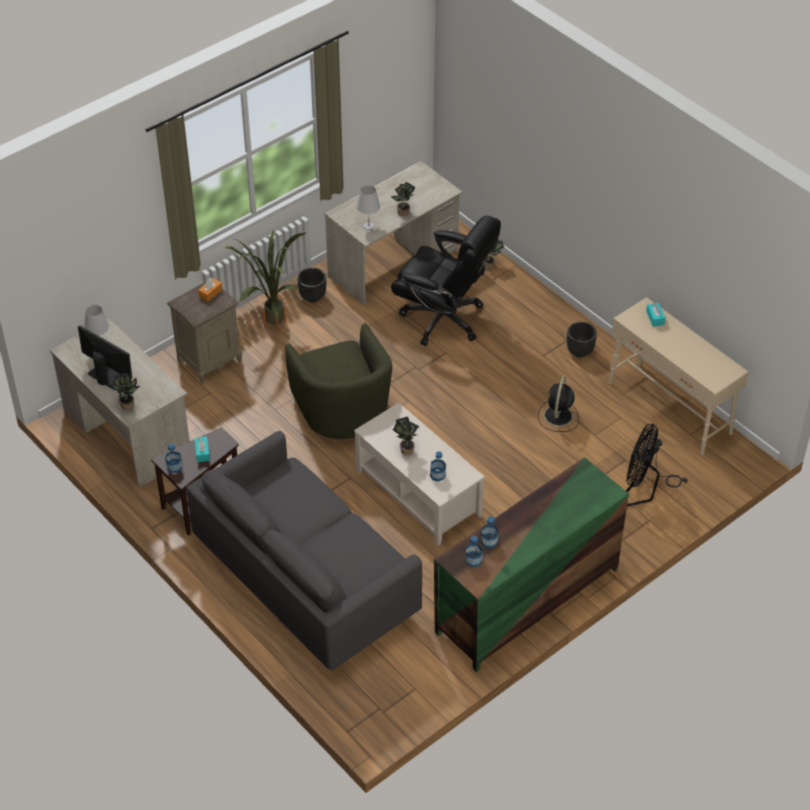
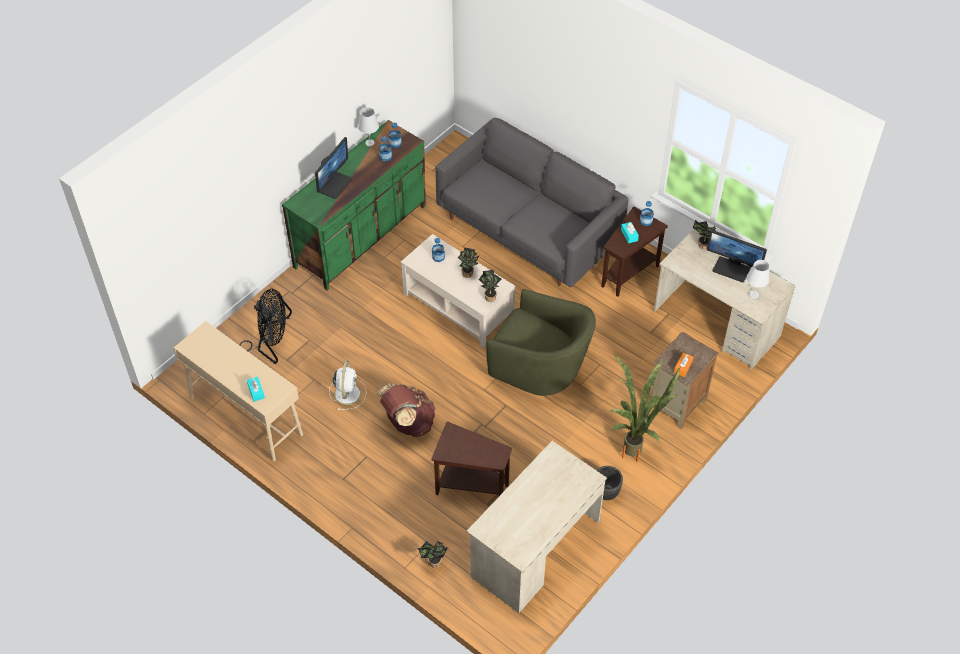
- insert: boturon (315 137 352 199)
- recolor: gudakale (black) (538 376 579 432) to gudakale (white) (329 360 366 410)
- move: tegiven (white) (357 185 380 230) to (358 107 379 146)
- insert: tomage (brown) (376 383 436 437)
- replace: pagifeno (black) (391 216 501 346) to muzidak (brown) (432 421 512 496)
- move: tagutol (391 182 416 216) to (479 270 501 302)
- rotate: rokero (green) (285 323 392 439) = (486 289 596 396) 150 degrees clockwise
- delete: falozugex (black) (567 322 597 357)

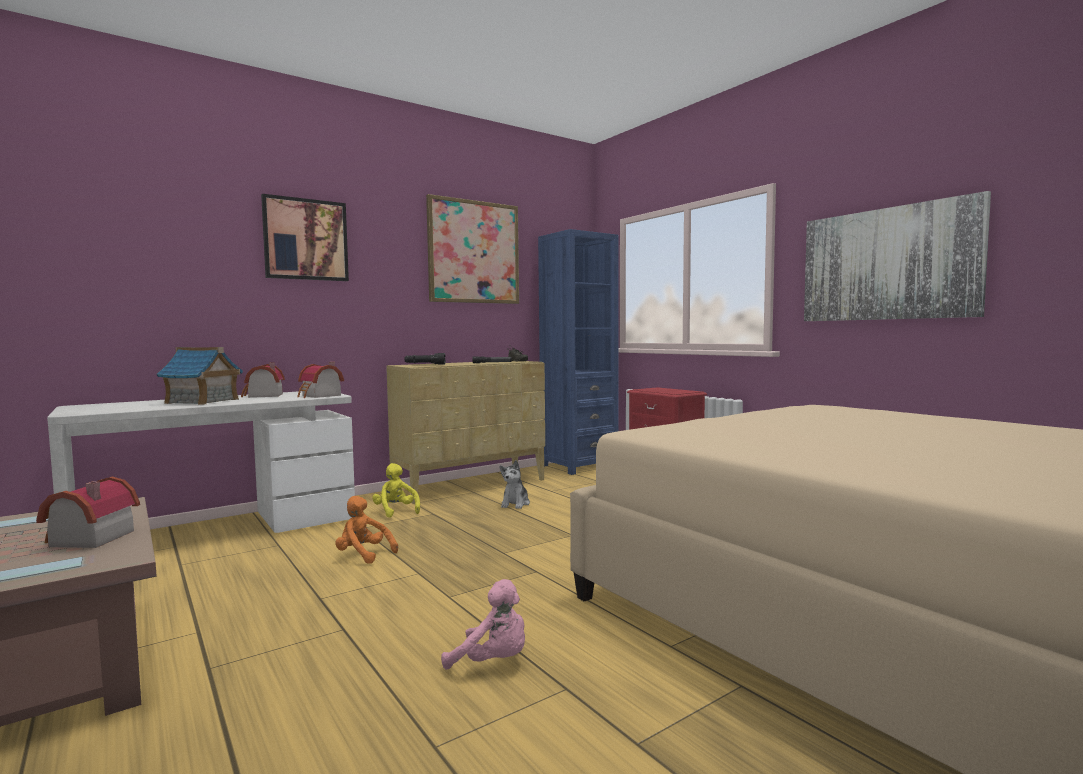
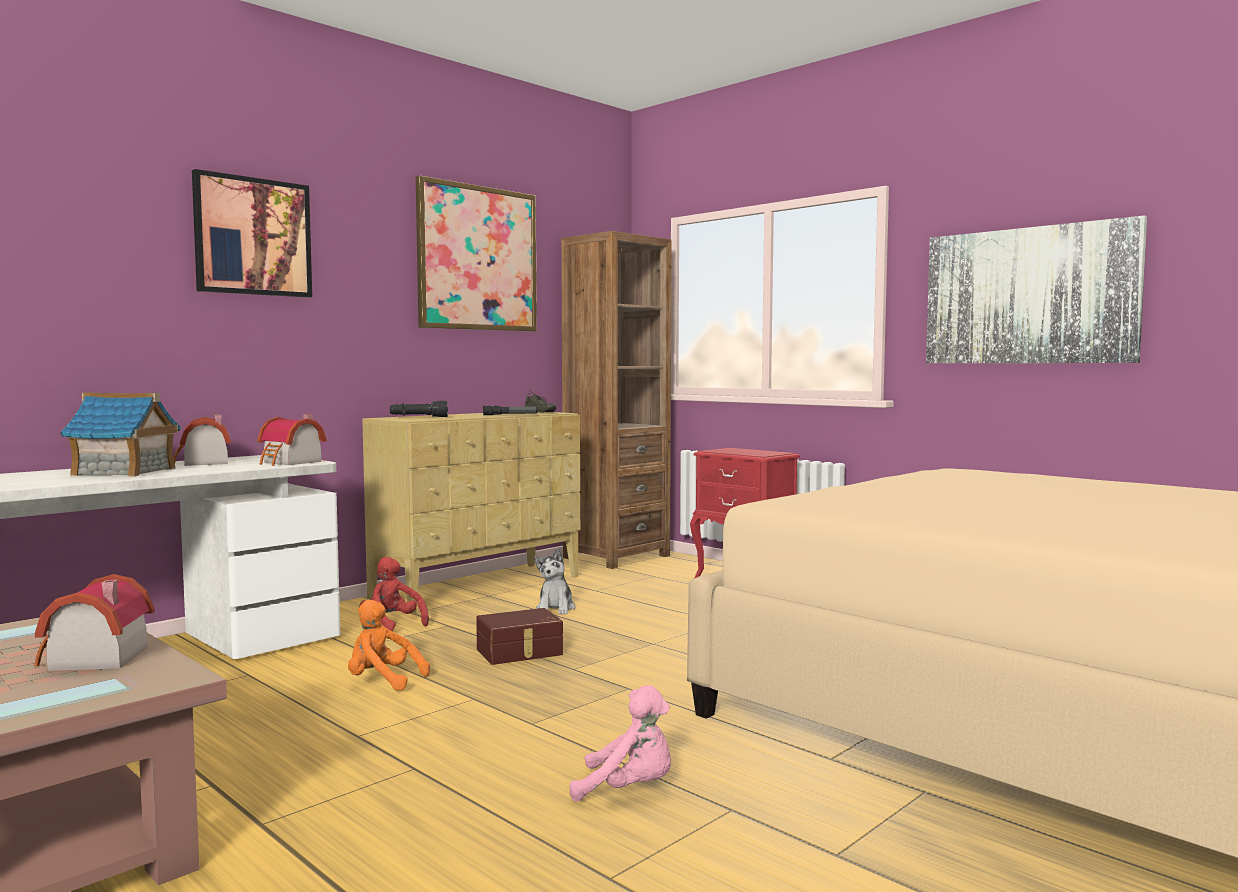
- recolor: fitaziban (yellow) (372 463 420 518) to fitaziban (red) (359 557 429 631)
- insert: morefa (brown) (476 608 563 665)
- recolor: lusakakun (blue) (538 229 619 475) to lusakakun (brown) (561 231 672 569)

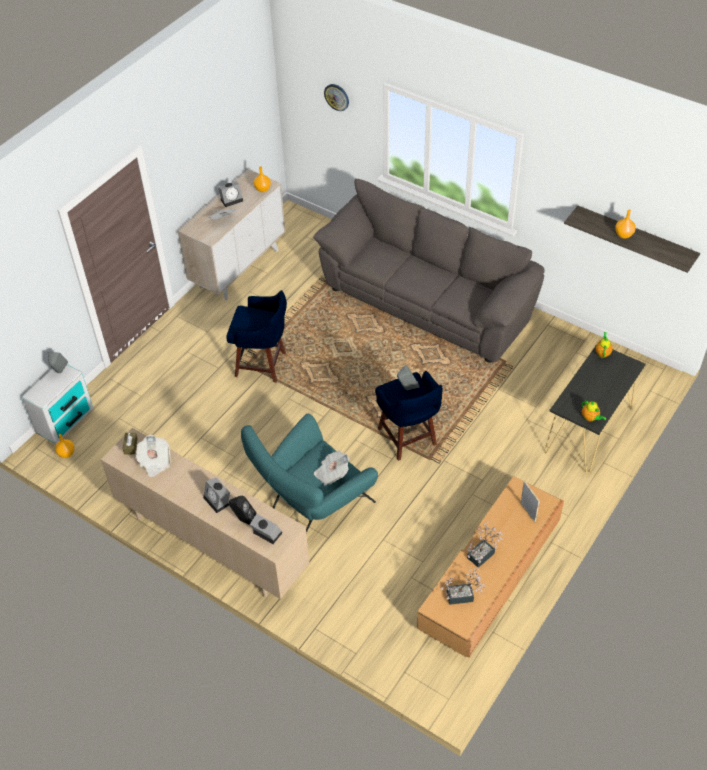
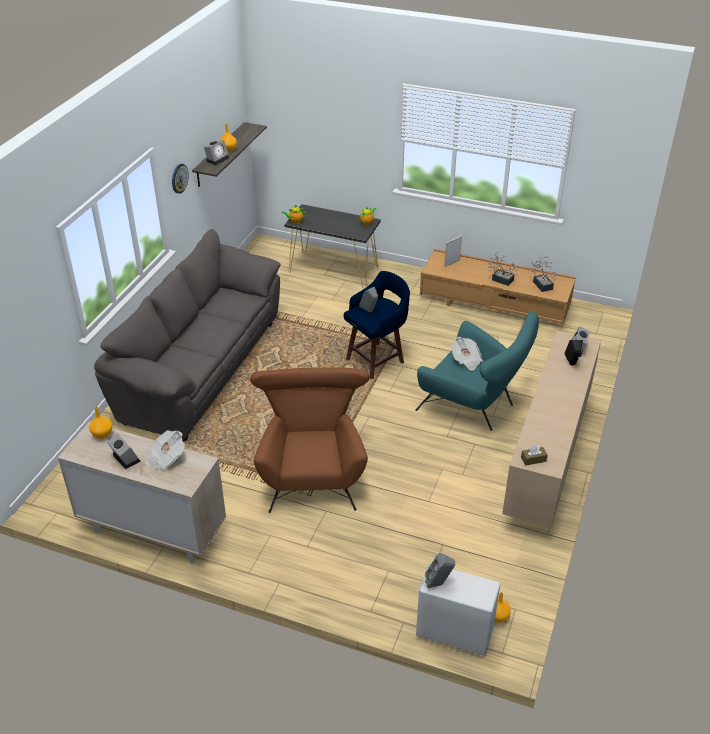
- move: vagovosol (324 84 349 111) to (172 164 189 194)
- move: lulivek (203 477 230 513) to (204 140 229 165)
- replace: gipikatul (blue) (226 290 287 383) to rokero (brown) (250 367 370 513)
- delete: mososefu (136 435 171 477)

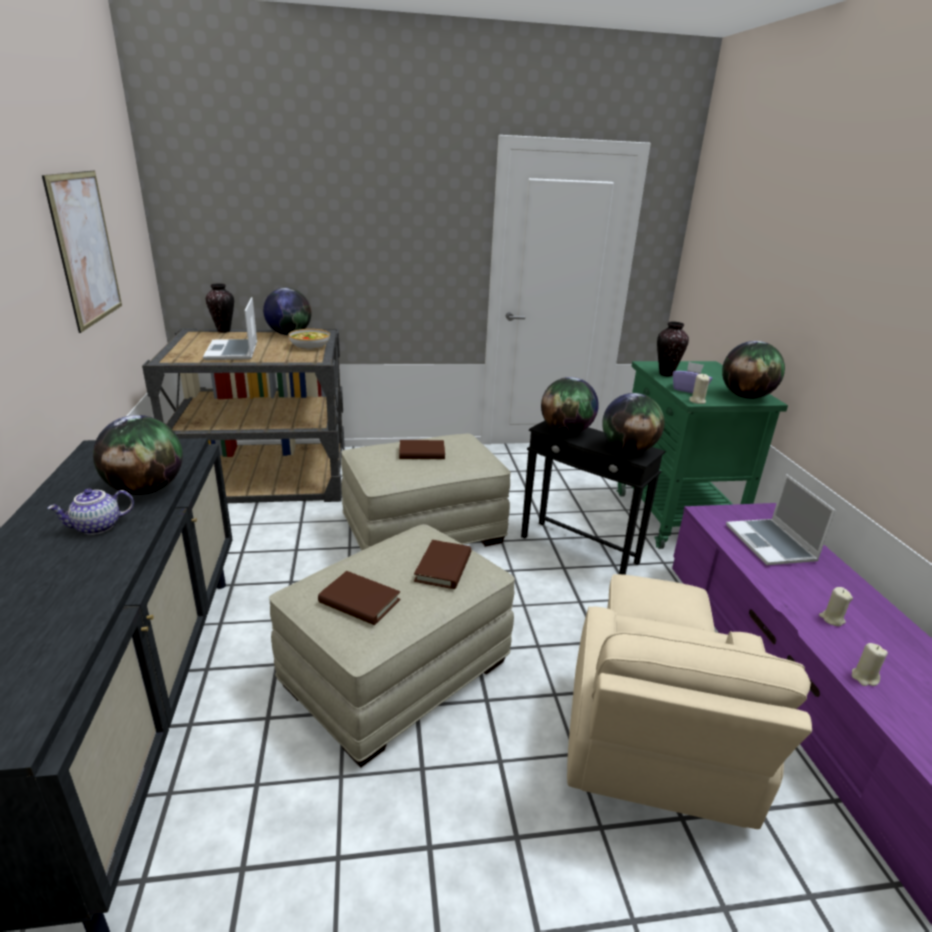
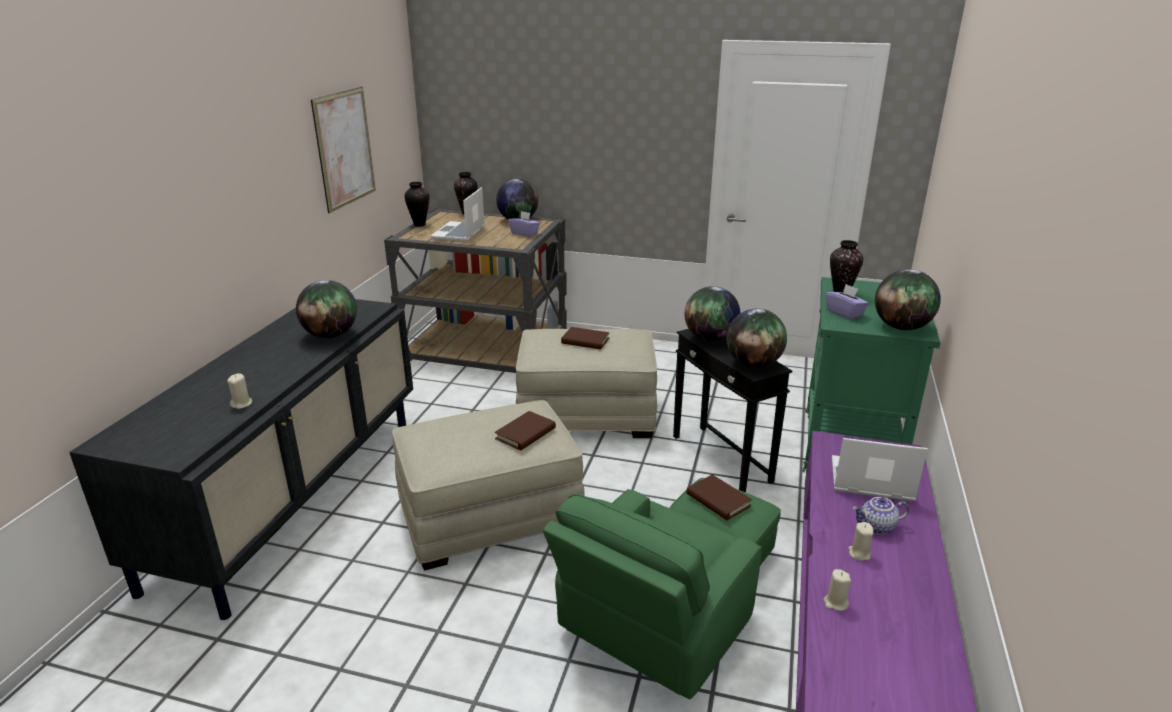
- move: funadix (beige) (689 374 710 404) to (227 373 252 409)
- insert: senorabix (404 182 430 227)
- replace: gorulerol (288 329 330 350) to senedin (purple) (508 211 540 237)
- recolor: rokero (beige) (567 574 812 829) to rokero (green) (543 478 781 699)
- move: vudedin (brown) (318 571 400 625) to (686 475 752 520)
- rotate: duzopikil (726 474 836 565) = (832 438 928 501) 90 degrees clockwise
- move: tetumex (47 489 134 535) to (853 497 909 535)

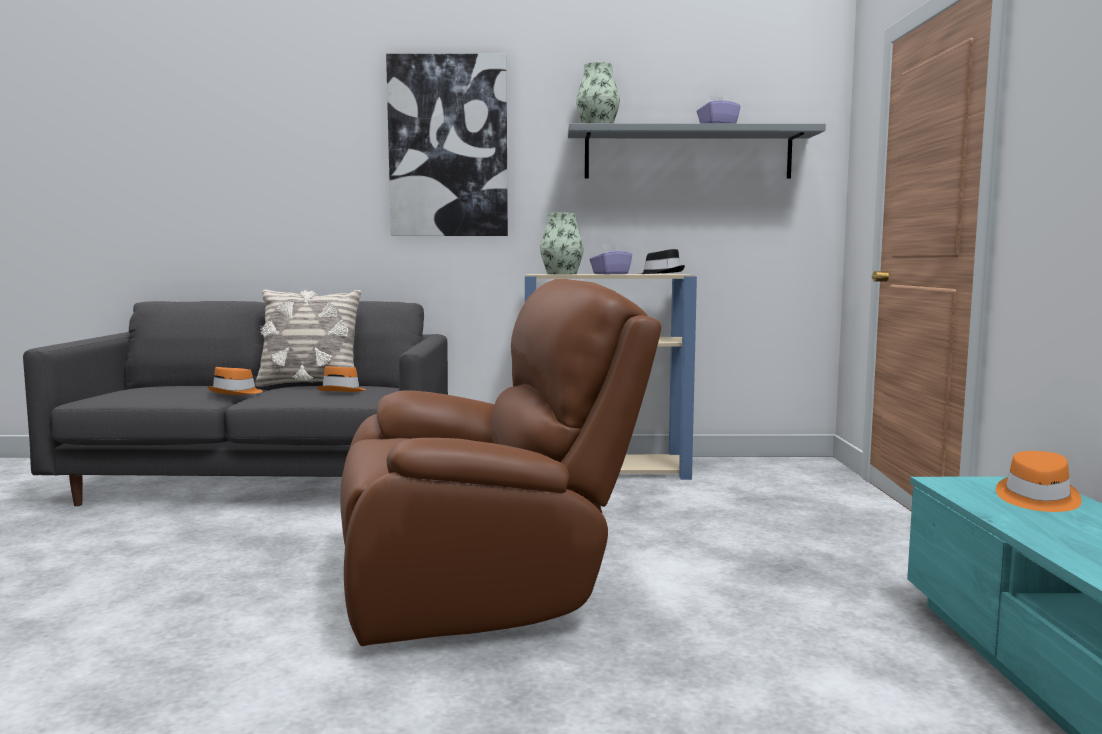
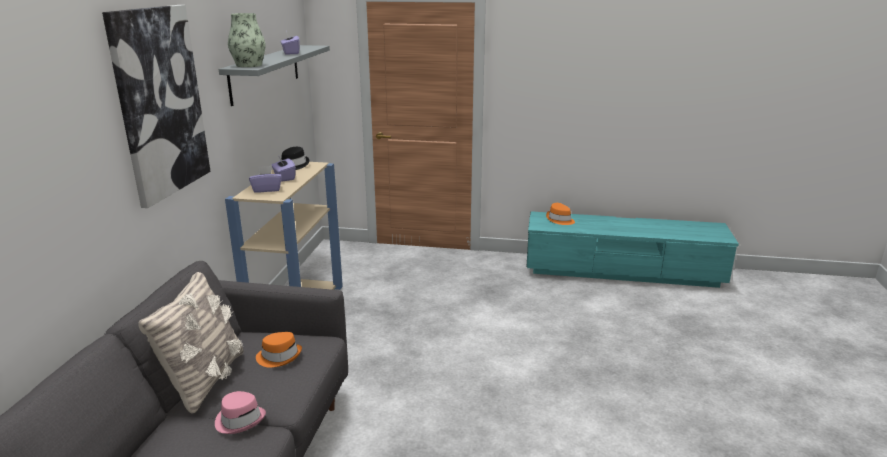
- recolor: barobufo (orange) (207 367 262 395) to barobufo (pink) (215 391 266 434)
- replace: senorabix (540 213 584 274) to senedin (purple) (249 166 281 193)
- delete: rokero (brown) (340 279 661 646)

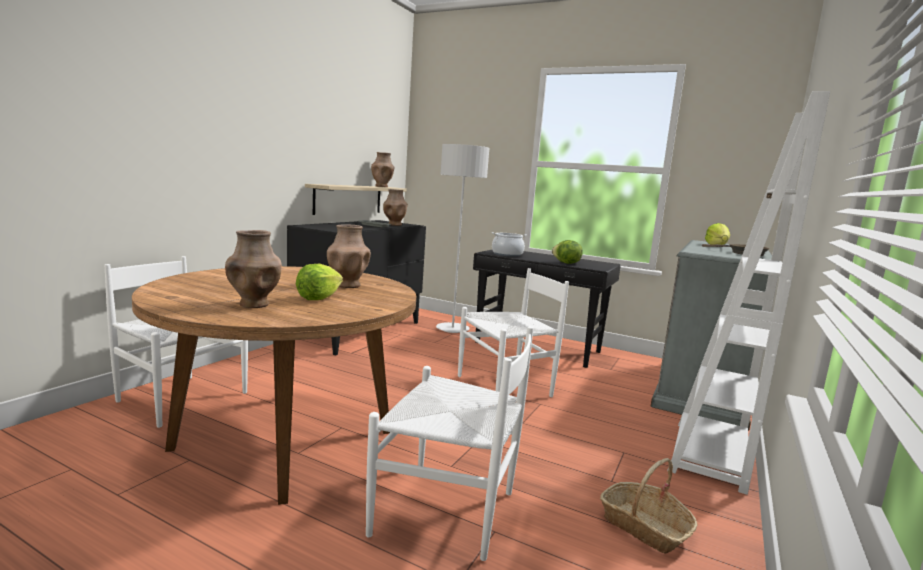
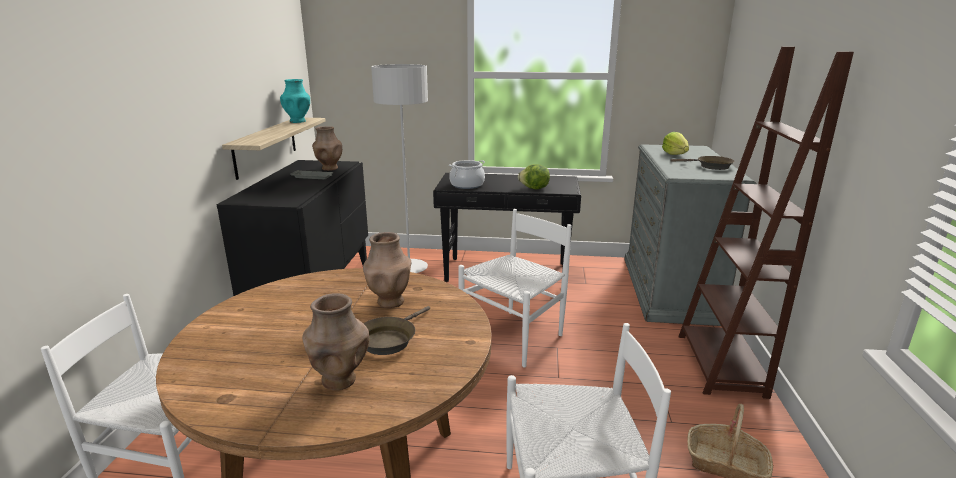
- recolor: senorabix (brown) (371 152 394 187) to senorabix (turquoise) (280 79 310 123)
- replace: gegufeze (296 264 343 300) to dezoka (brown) (363 306 430 355)
- recolor: lusakakun (white) (667 91 830 495) to lusakakun (brown) (678 47 854 399)

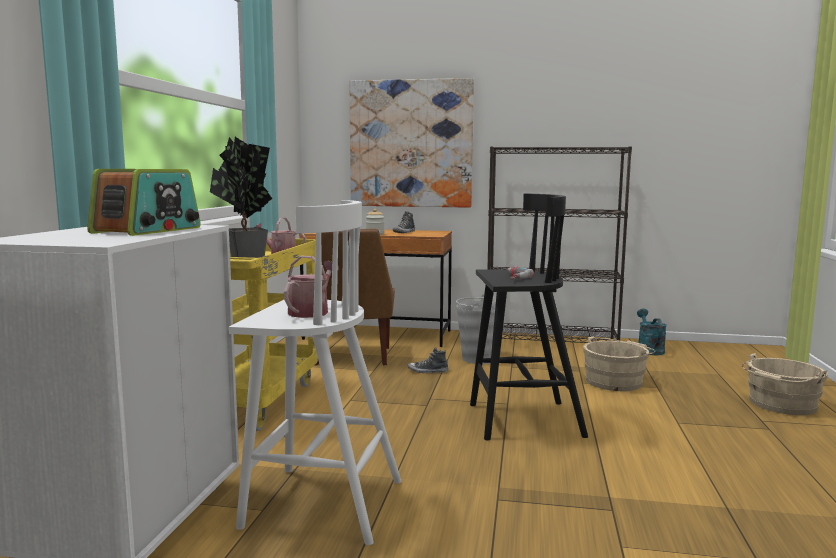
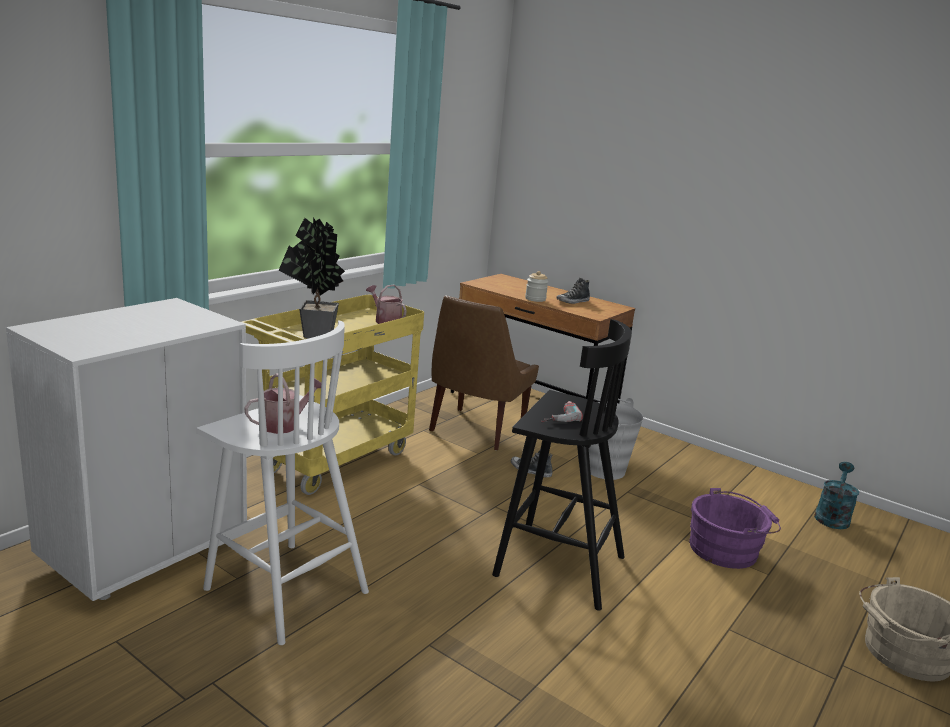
- recolor: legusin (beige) (583 336 656 391) to legusin (purple) (689 488 781 569)
- delete: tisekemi (87 169 201 236)
- delete: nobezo (349 78 474 208)
- delete: lusakakun (black) (487 146 632 343)

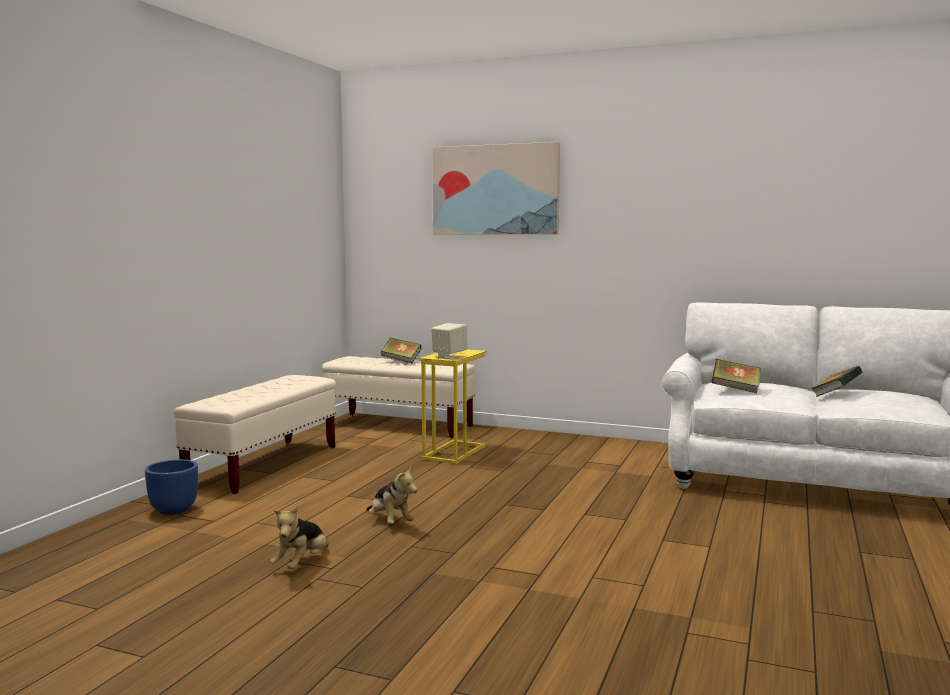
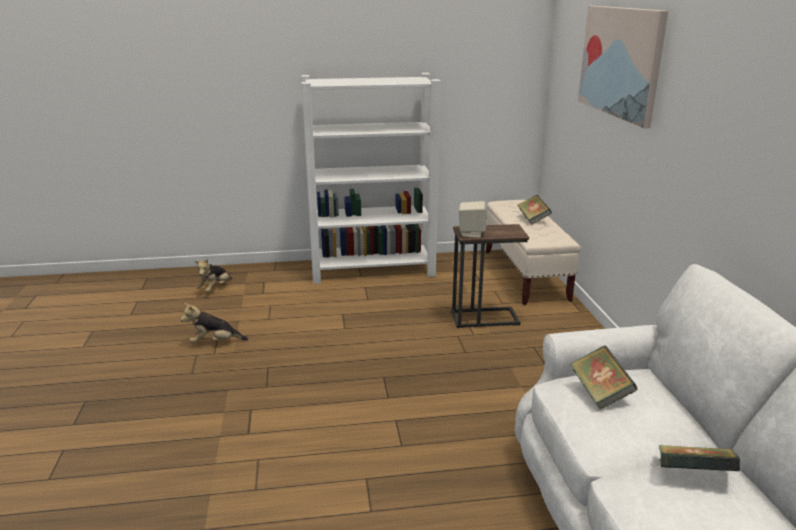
- move: fitaziban (366 466 417 524) to (195 259 232 292)
- replace: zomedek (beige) (174 375 336 494) to lusakakun (white) (301 73 441 284)
- recolor: muzidak (yellow) (419 349 487 464) to muzidak (brown) (451 224 529 328)
- delete: falozugex (blue) (145 459 198 515)

